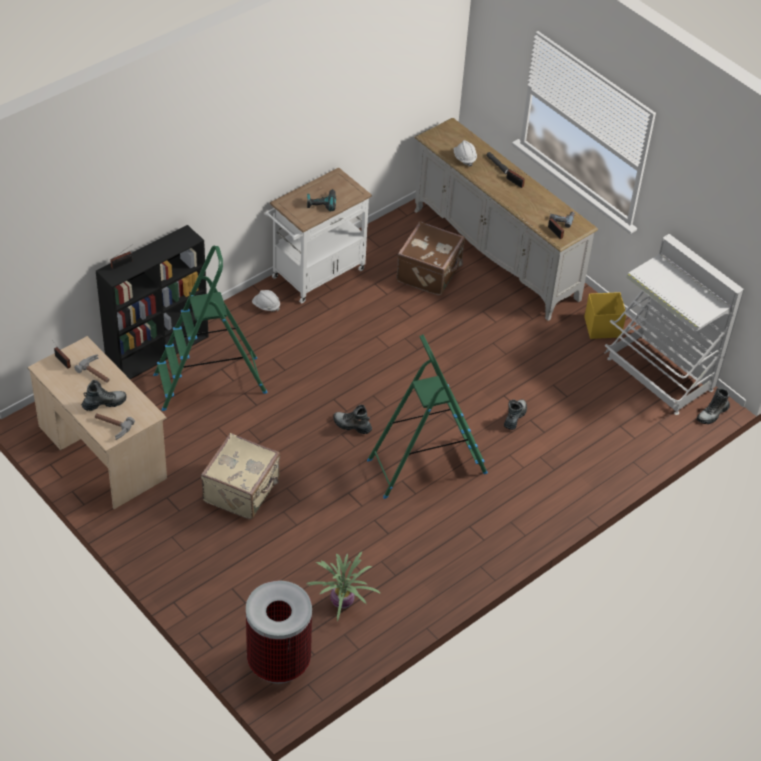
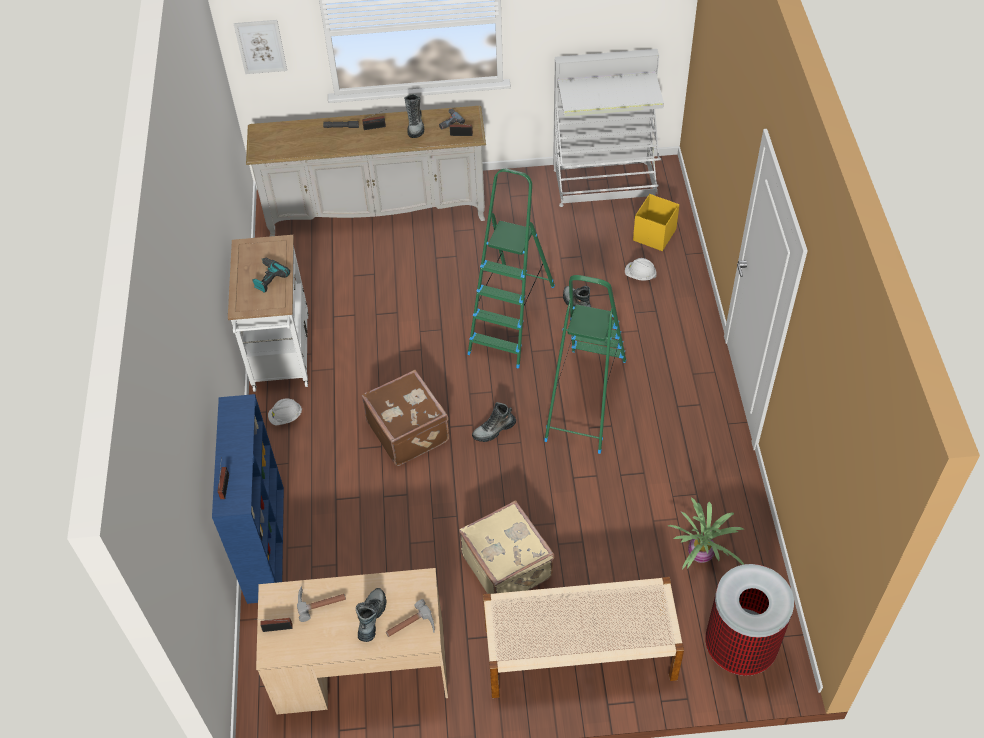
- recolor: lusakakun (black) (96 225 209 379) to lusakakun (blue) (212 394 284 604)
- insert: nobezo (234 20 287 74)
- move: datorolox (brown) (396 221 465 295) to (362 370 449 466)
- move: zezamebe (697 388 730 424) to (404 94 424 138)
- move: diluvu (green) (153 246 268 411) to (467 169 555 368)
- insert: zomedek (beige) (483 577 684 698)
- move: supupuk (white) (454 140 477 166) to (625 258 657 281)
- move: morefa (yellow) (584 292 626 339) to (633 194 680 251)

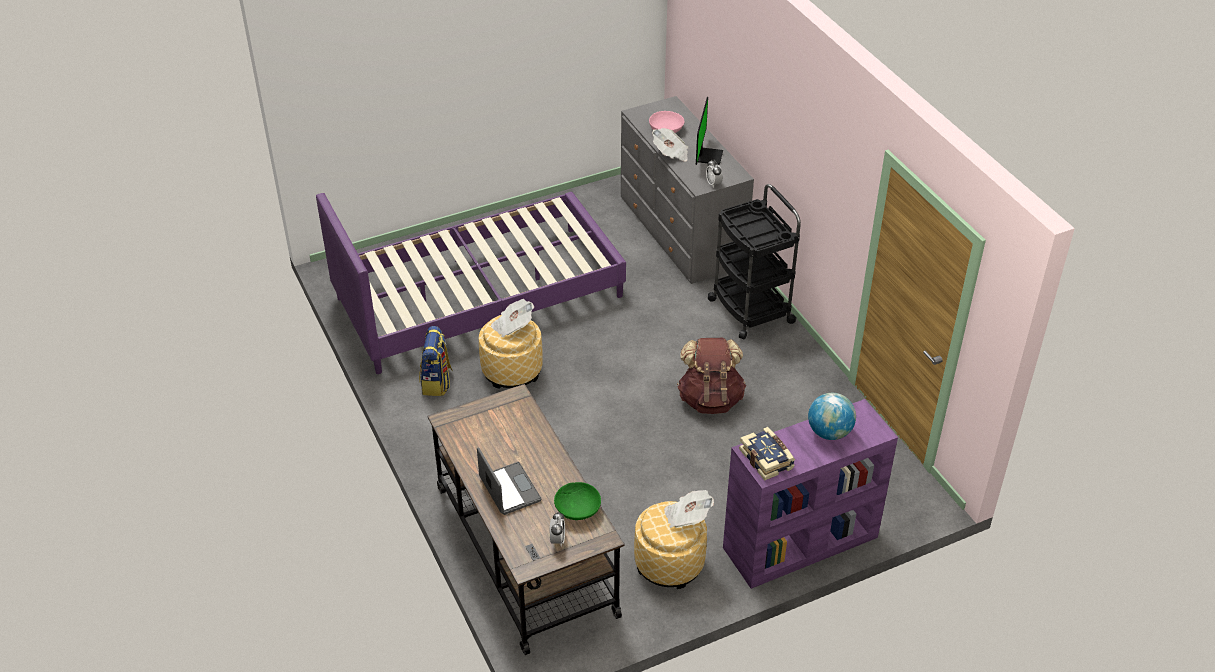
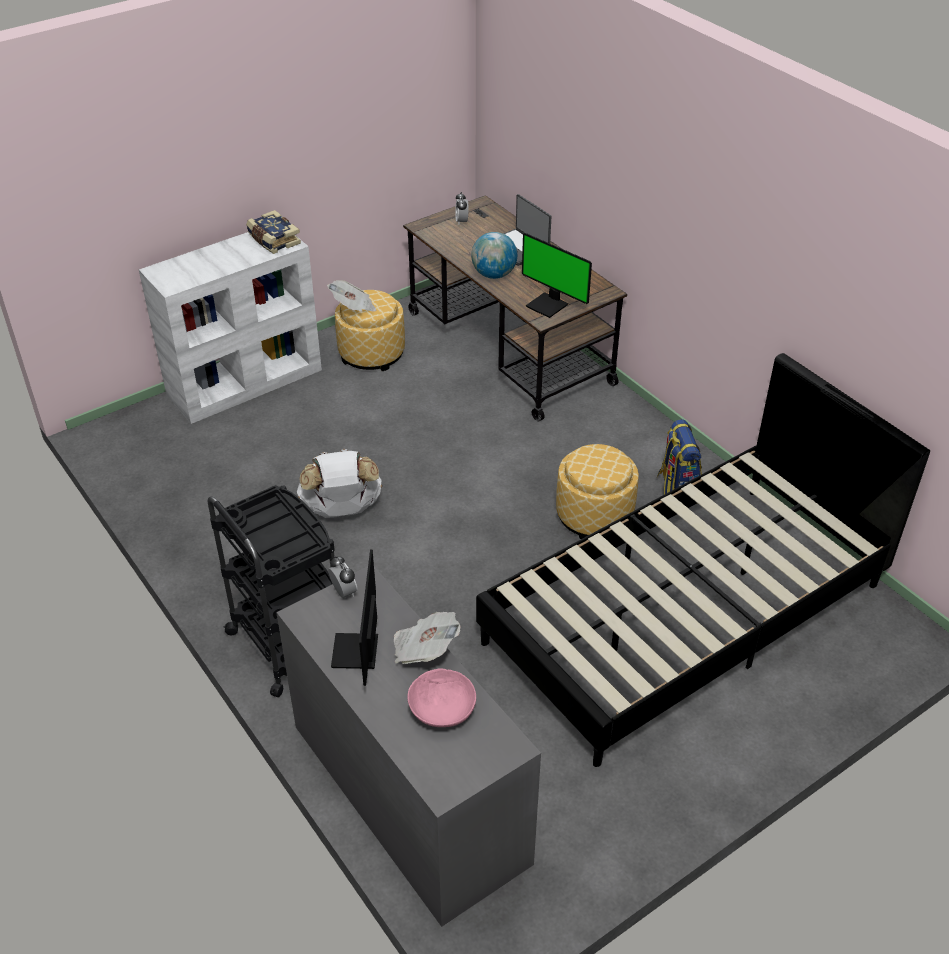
- recolor: lusakakun (purple) (723 399 898 589) to lusakakun (white) (139 232 322 424)
- recolor: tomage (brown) (677 338 746 414) to tomage (white) (297 449 382 518)
- move: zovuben (808 393 856 440) to (471 232 517 279)
- recolor: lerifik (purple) (316 192 626 374) to lerifik (black) (476 353 930 767)
- insert: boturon (522 233 592 318)
- delete: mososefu (491 299 534 337)
- delete: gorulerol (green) (554 482 601 520)

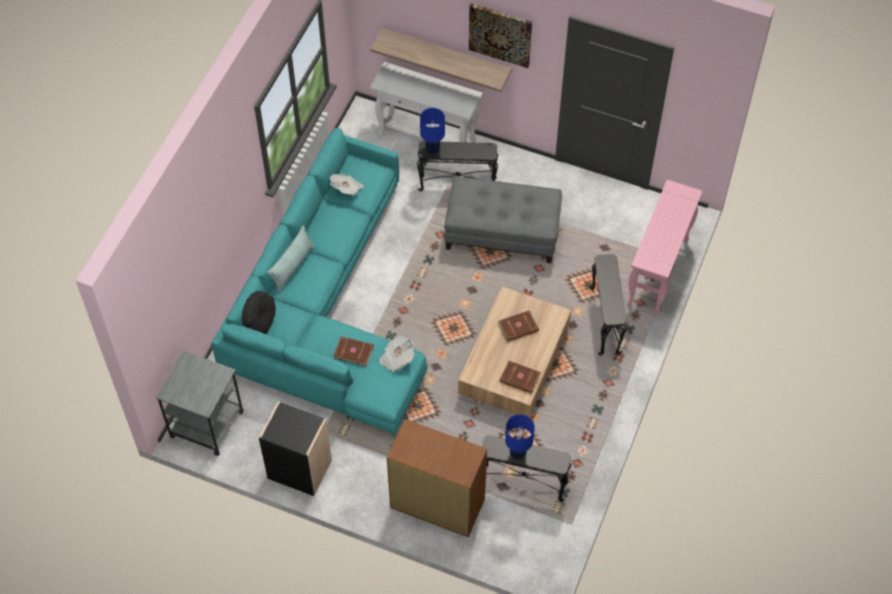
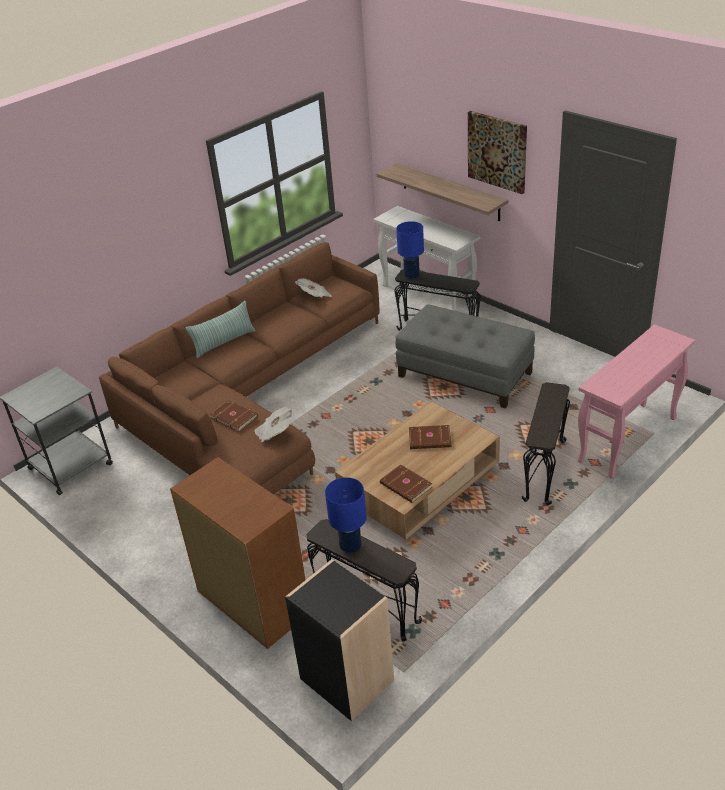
- recolor: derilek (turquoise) (211 128 428 437) to derilek (brown) (99 242 379 494)
- move: lusakakun (black) (259 401 332 496) to (285 559 394 721)
- delete: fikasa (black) (242 291 276 334)

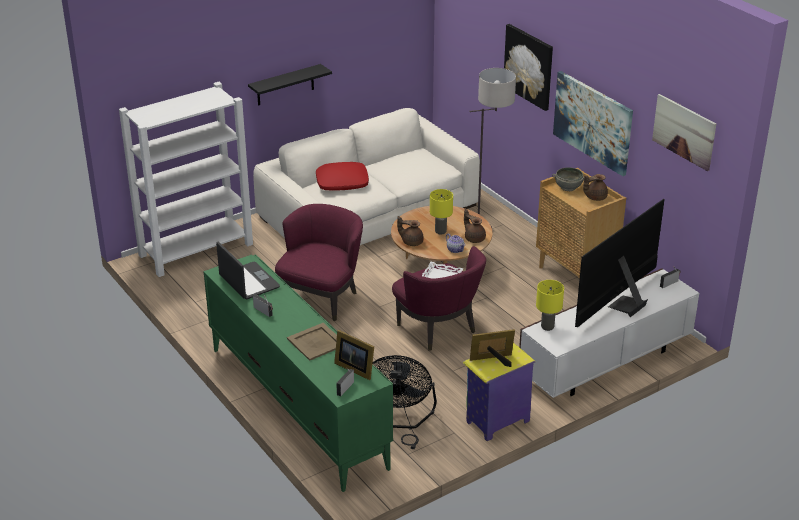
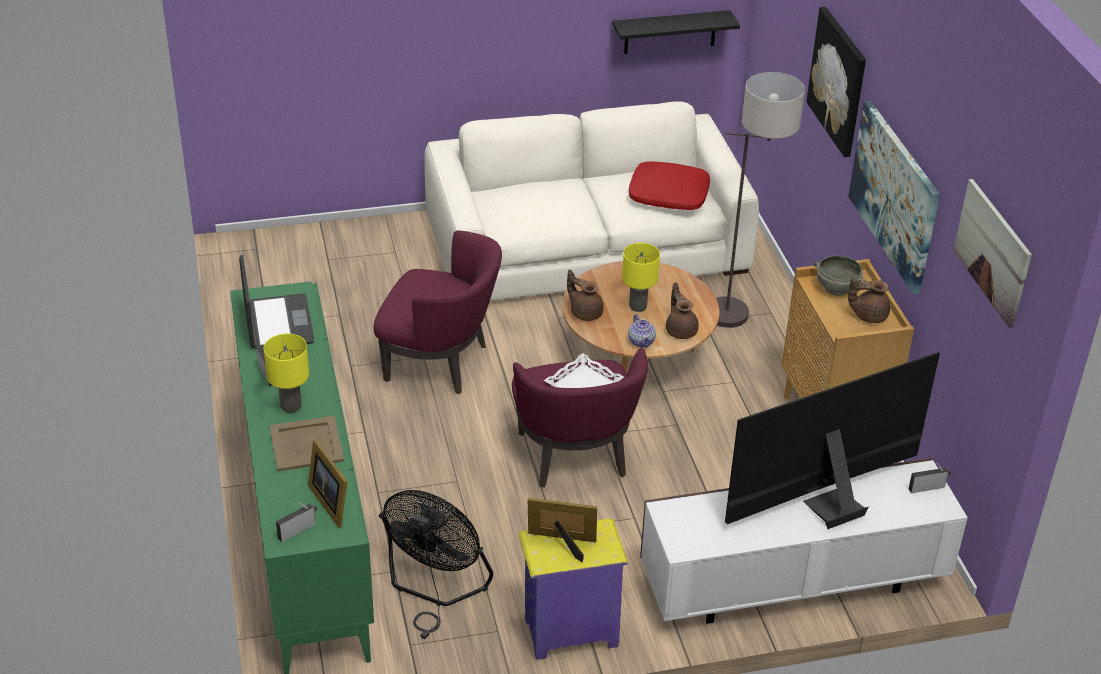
- move: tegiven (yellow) (536 280 564 331) to (264 333 309 413)
- rotate: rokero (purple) (275 204 363 321) = (373 230 502 394) 60 degrees clockwise
- move: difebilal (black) (248 64 332 106) to (612 10 740 54)
- move: fikasa (red) (316 162 369 191) to (629 161 710 210)
- delete: lusakakun (white) (119 82 253 277)

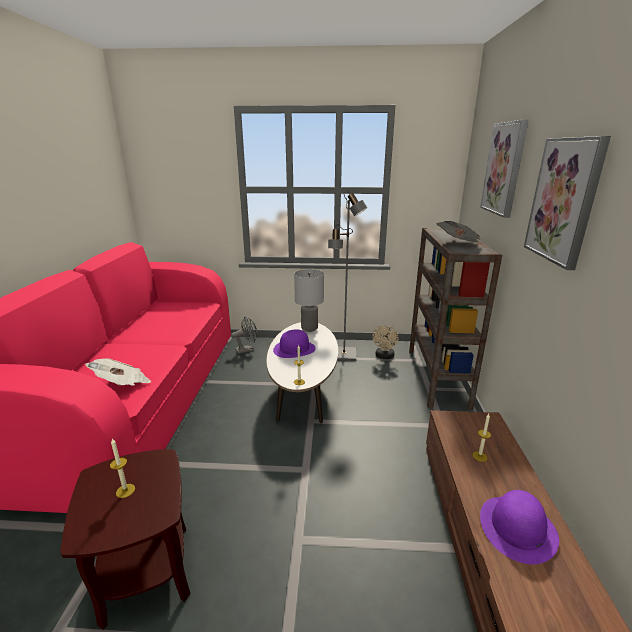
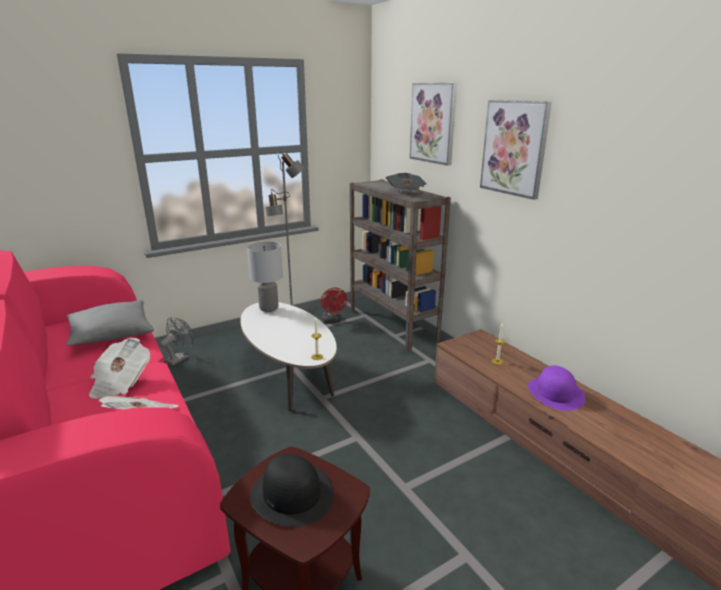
- insert: fikasa (grey) (66 300 154 345)
- insert: mososefu (89 338 150 399)
- replace: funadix (110 439 135 498) to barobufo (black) (250 454 334 527)
- recolor: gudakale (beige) (372 325 398 359) to gudakale (red) (321 287 347 324)
- delete: barobufo (purple) (273 330 316 358)

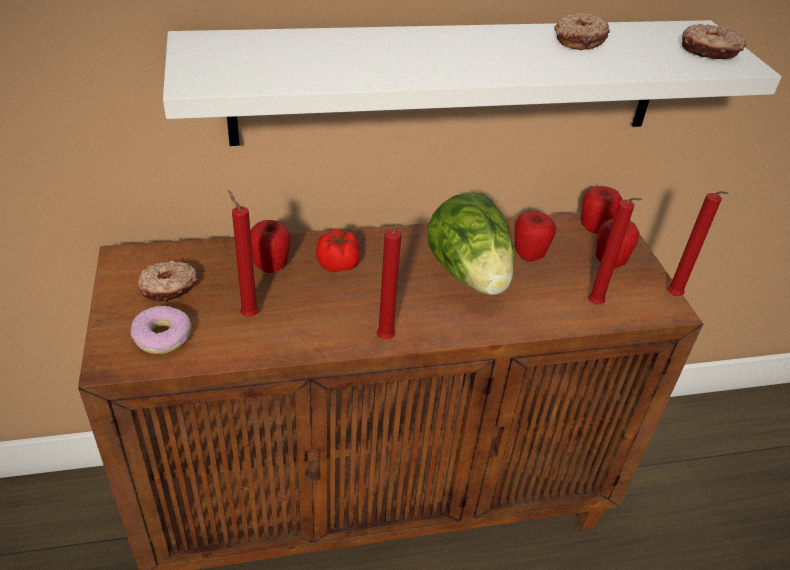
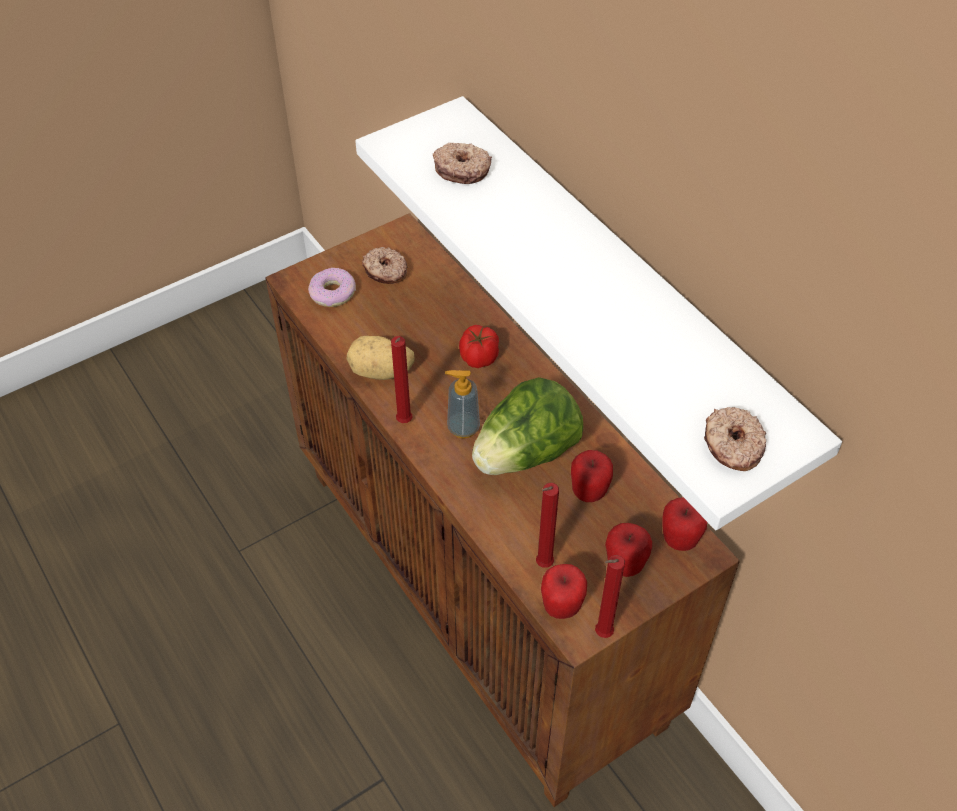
- insert: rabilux (347 336 415 380)
- move: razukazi (554 13 610 50) to (433 143 492 184)
- insert: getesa (445 370 480 438)
- move: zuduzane (250 220 291 273) to (541 564 587 619)
- delete: funadix (red) (228 190 259 317)

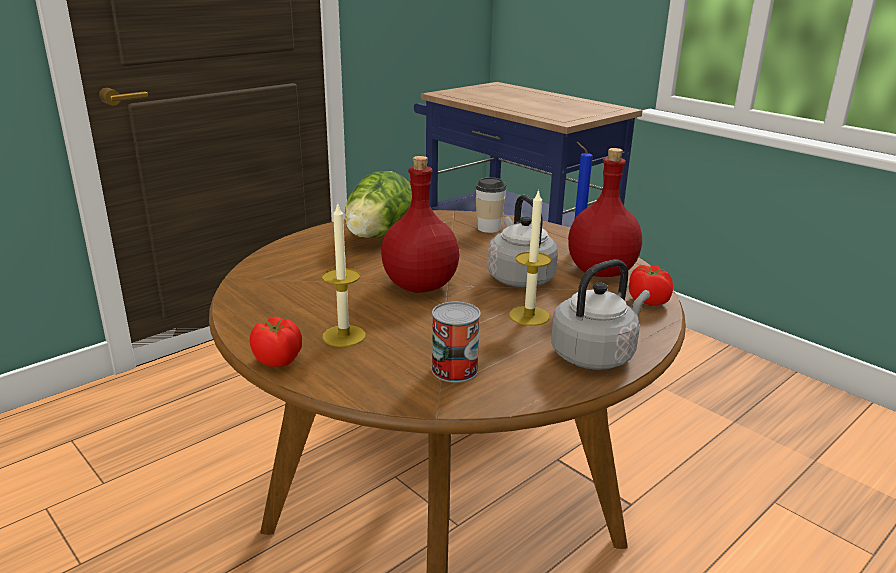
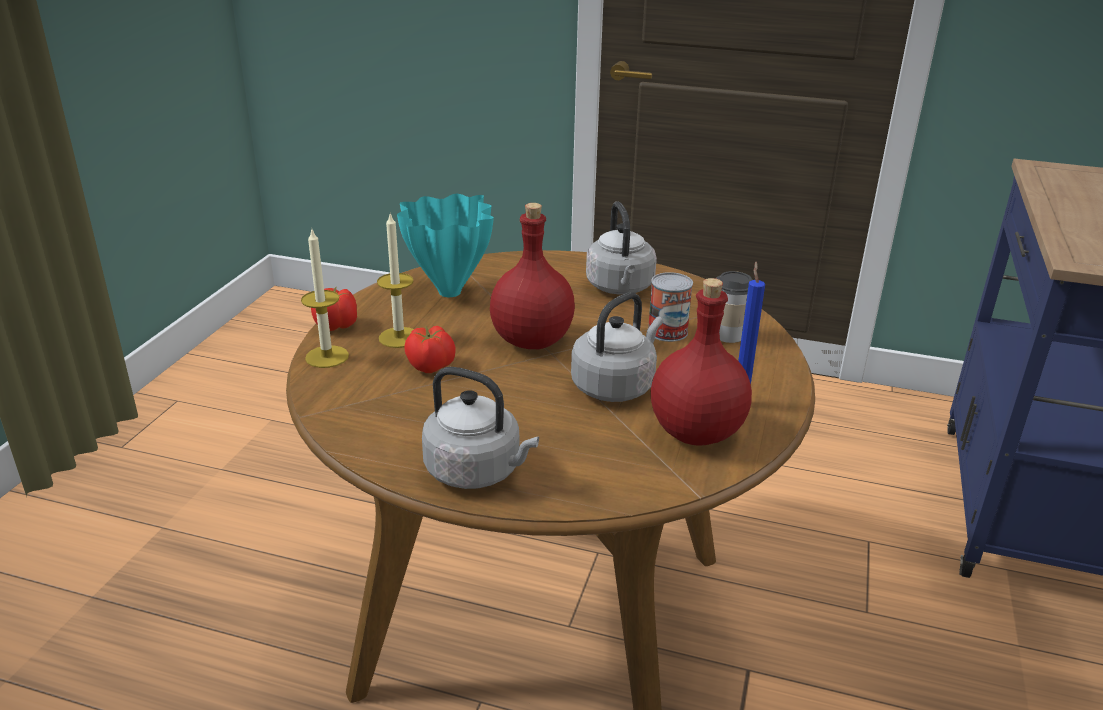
- move: funadix (509 189 551 326) to (301 230 349 368)
- insert: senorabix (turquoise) (397 194 494 297)
- move: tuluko (629 265 673 306) to (404 325 456 373)
- replace: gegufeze (345 171 412 238) to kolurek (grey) (586 201 657 295)
- move: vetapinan (431 302 481 383) to (648 272 693 342)

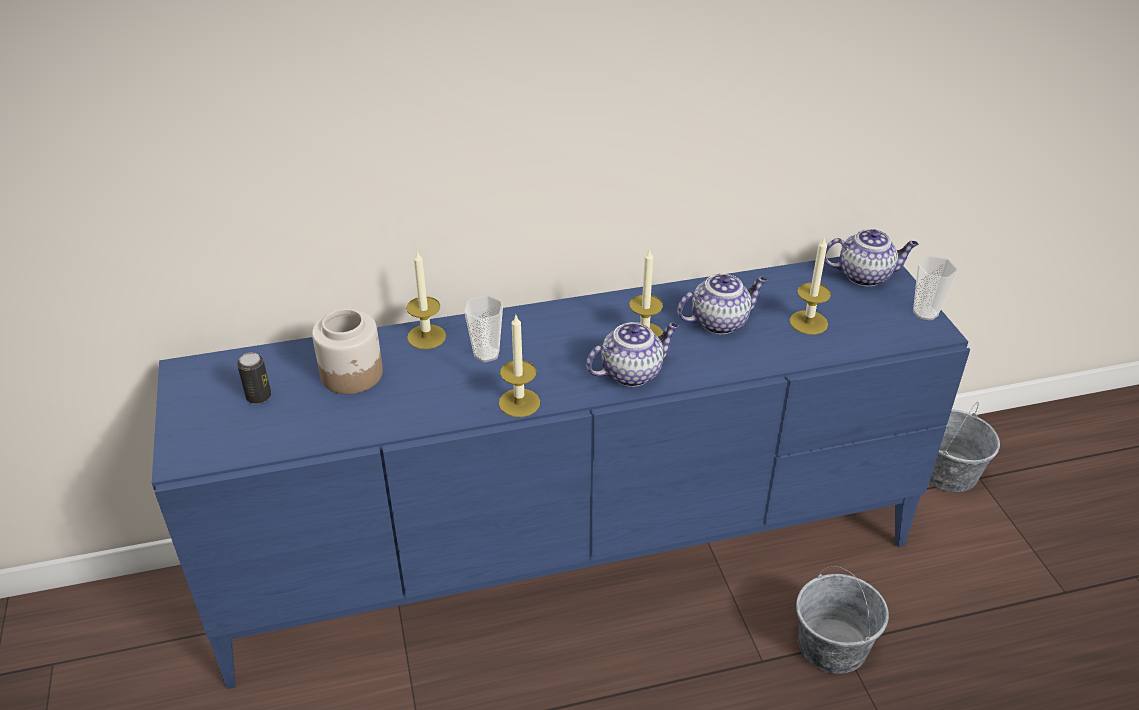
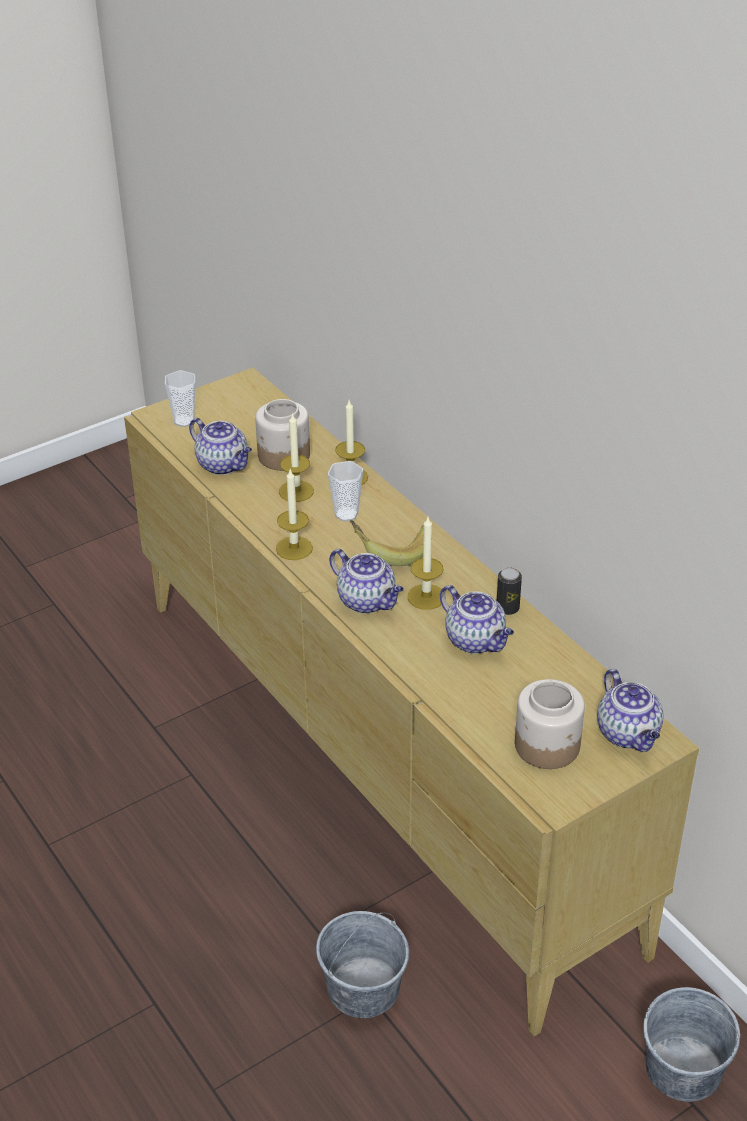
- recolor: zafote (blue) (152 257 970 689) to zafote (beige) (124 367 699 1036)
- move: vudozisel (913 256 958 320) to (165 370 195 427)
- insert: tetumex (189 418 252 475)
- move: funadix (789 236 831 335) to (279 412 314 502)
- insert: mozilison (350 520 424 566)
- move: vetapinan (237 353 271 404) to (497 567 522 615)
- insert: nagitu (515 679 585 769)

